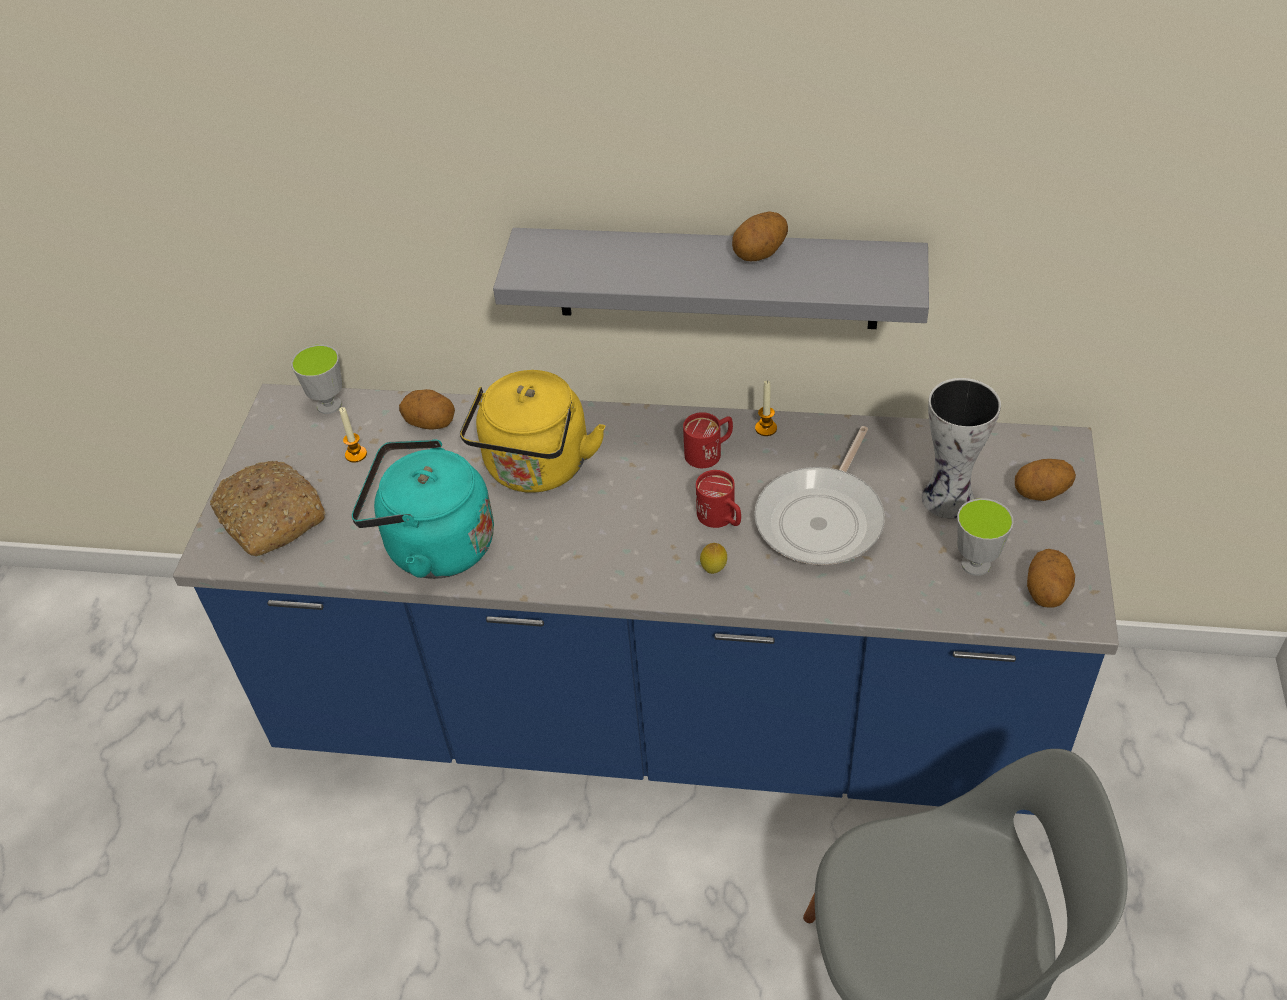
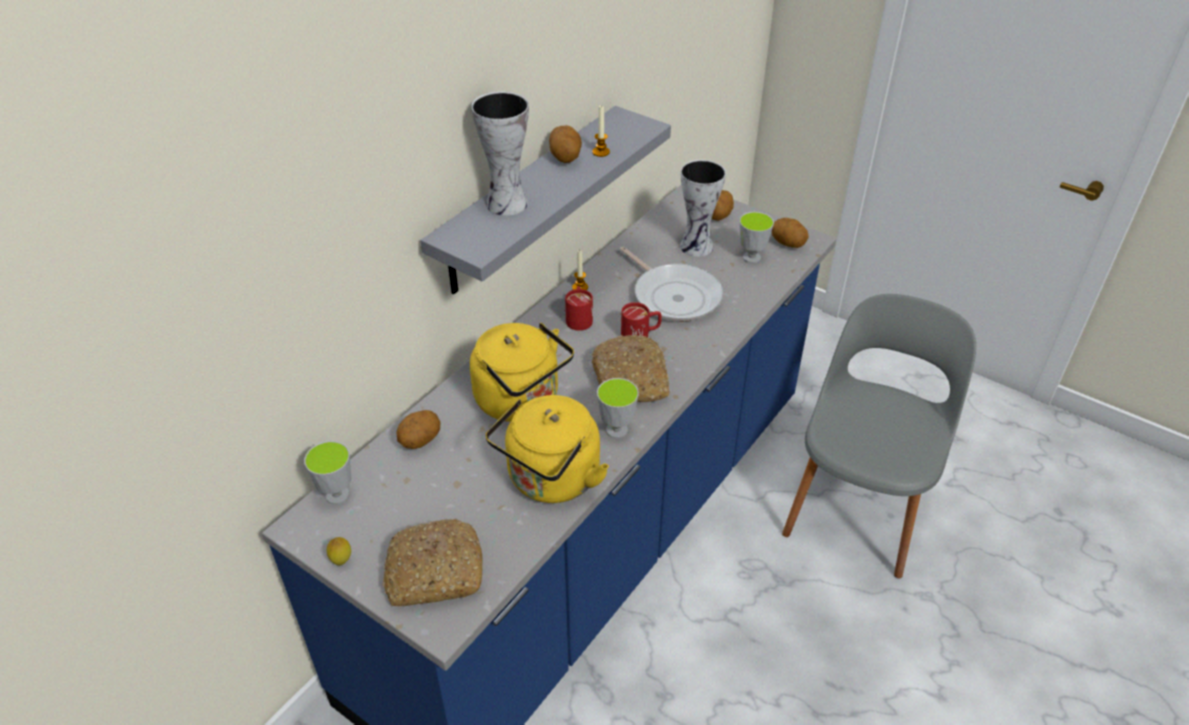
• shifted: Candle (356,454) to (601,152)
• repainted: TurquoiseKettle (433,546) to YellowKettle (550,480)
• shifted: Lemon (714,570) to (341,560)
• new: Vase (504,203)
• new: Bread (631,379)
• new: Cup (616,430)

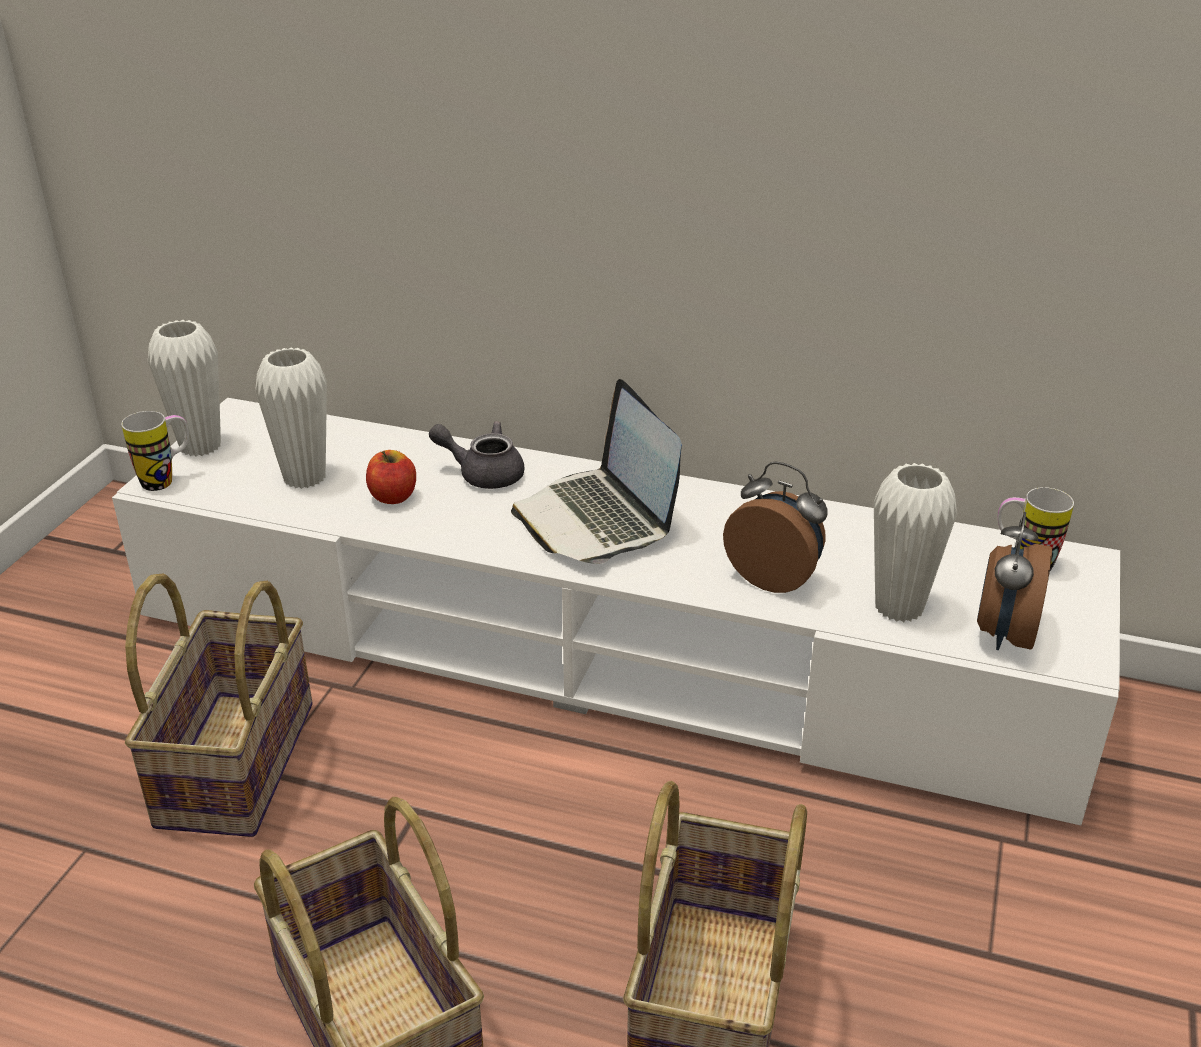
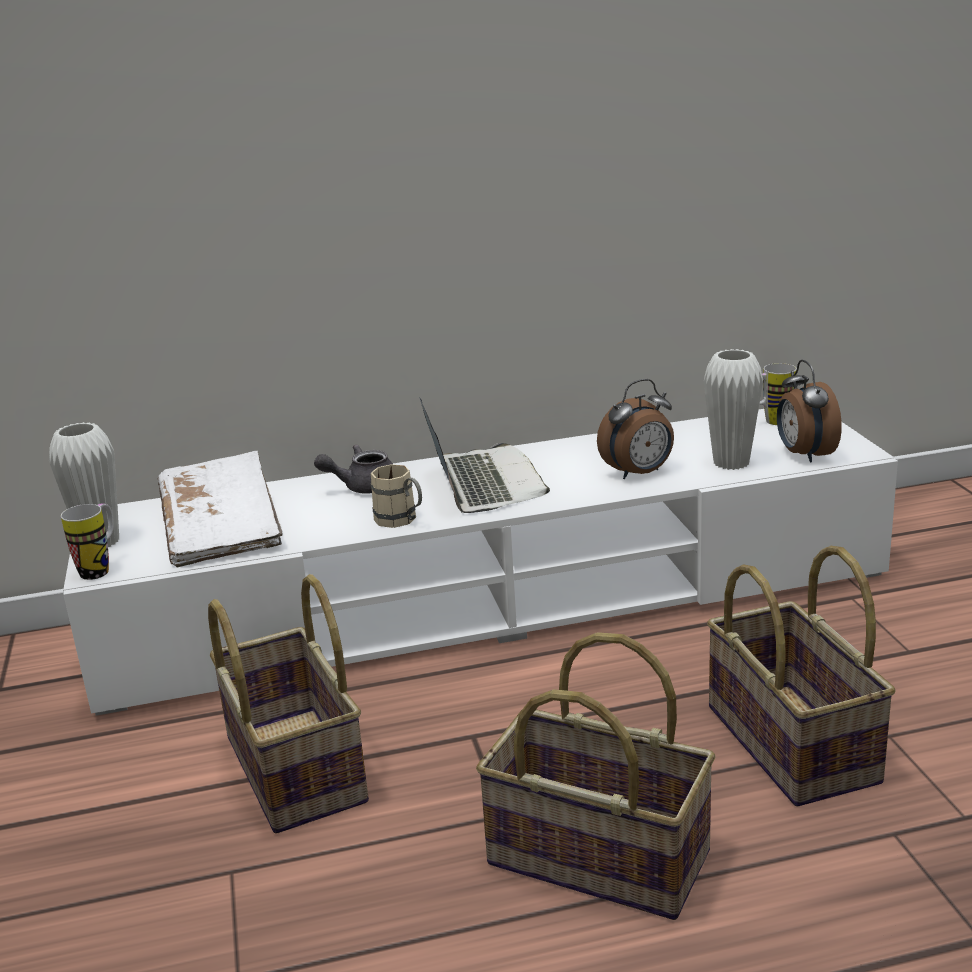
• swapped: WhiteVase (304,477) to WhiteBook (222,531)
• gone: Apple (393,497)
• rotated: Laptop (597,519) = (482,484) 135 degrees counterclockwise
• rotated: AlarmClock (775,577) = (639,473) 150 degrees clockwise
• new: BeigeMug (402,521)

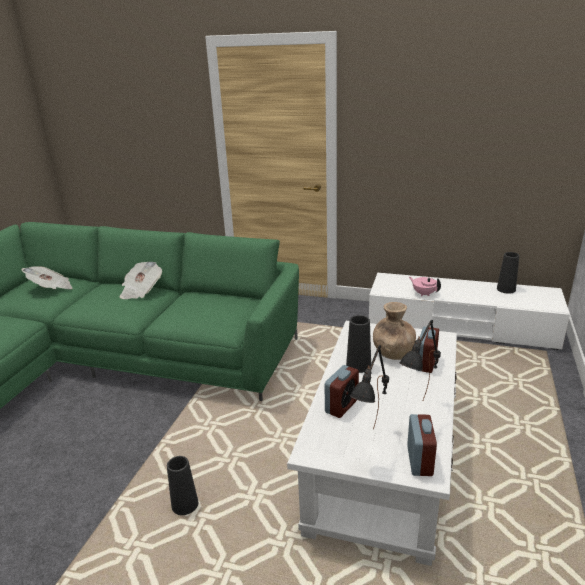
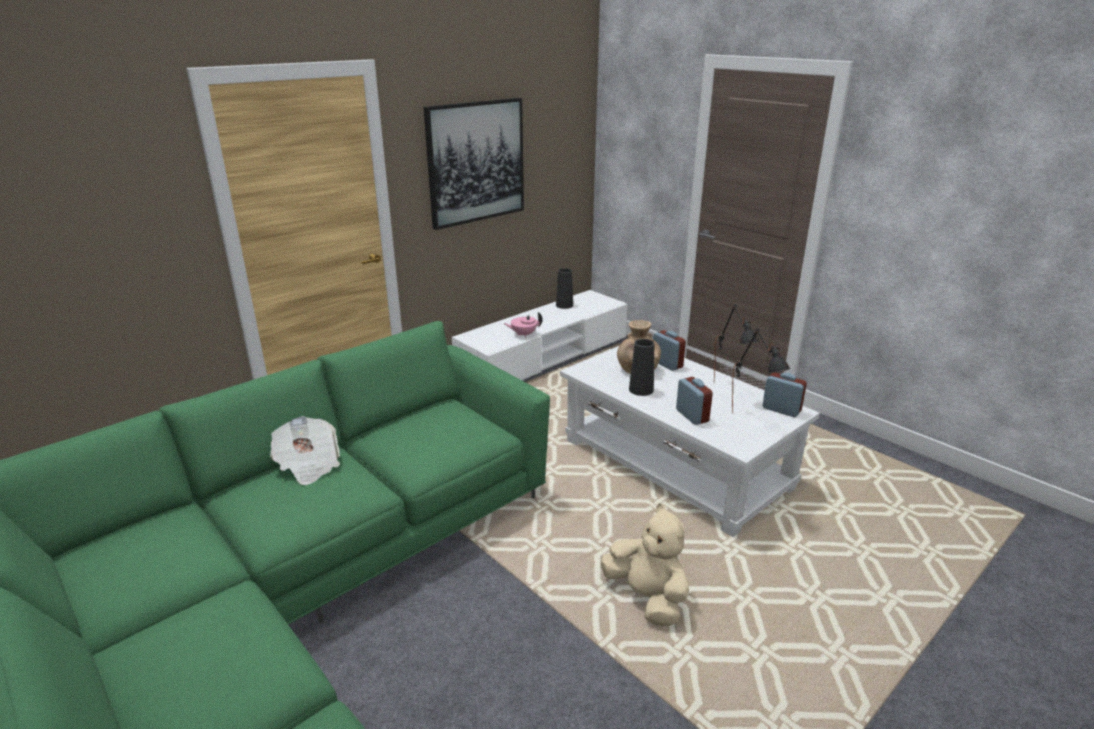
• gone: Newspaper (51,288)
• swapped: BlackVase (185,505) to BeigePlushToy (647,597)
• new: Picture (476,162)

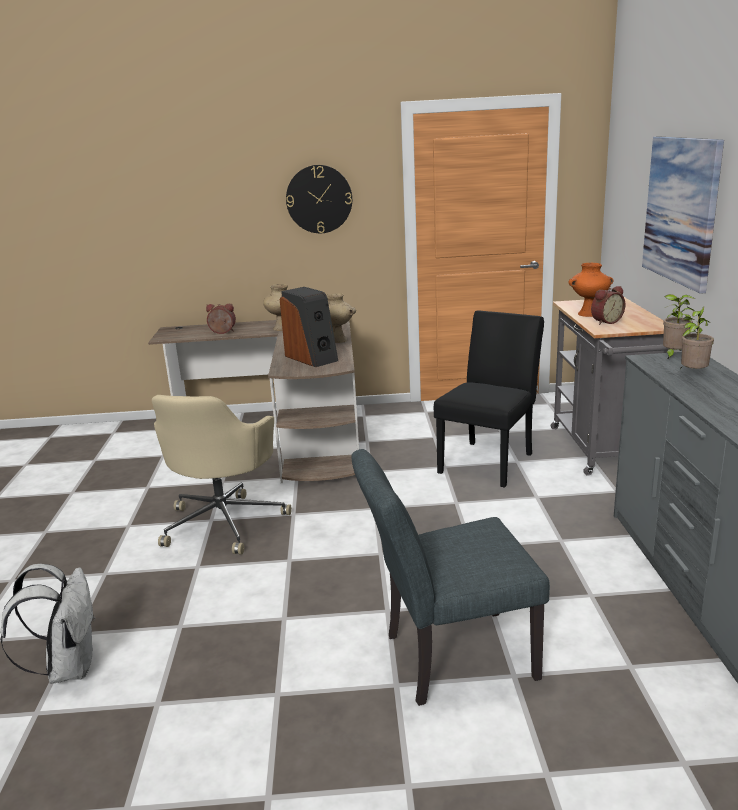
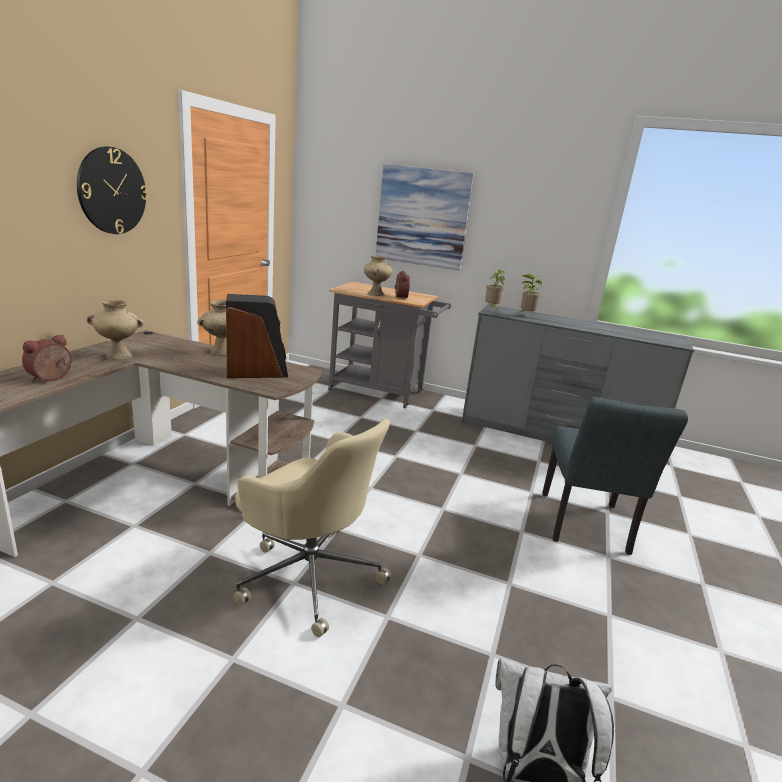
• gone: BlackChair (490,460)
• repainted: OrangeVase (589,314) to BeigeVase (375,294)

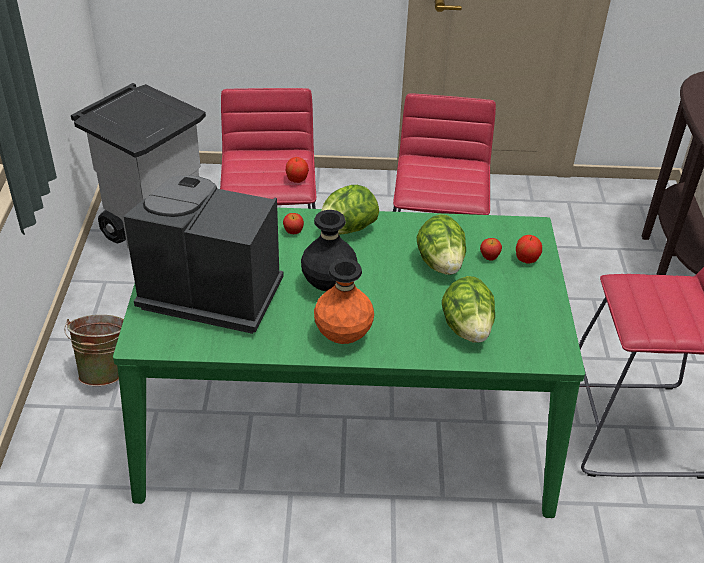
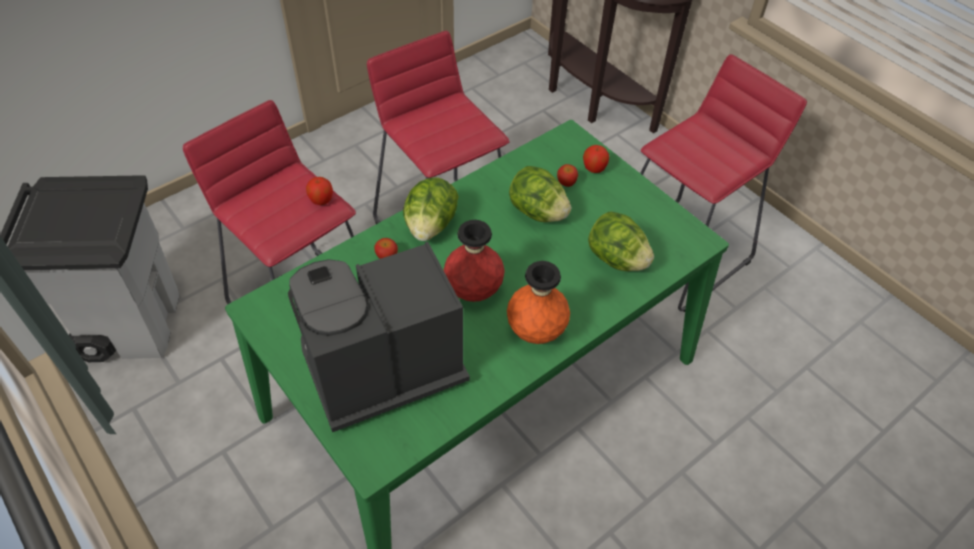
• gone: GreenBucket (105,371)
• repainted: BlackVase (329,285) to RedVase (473,291)

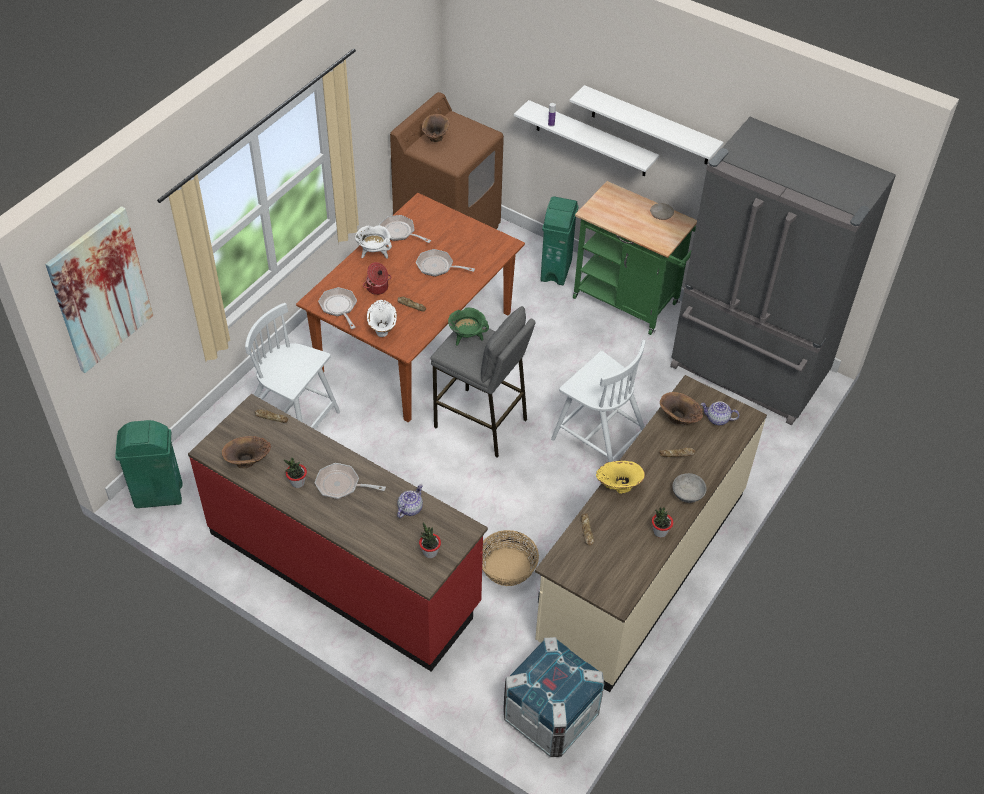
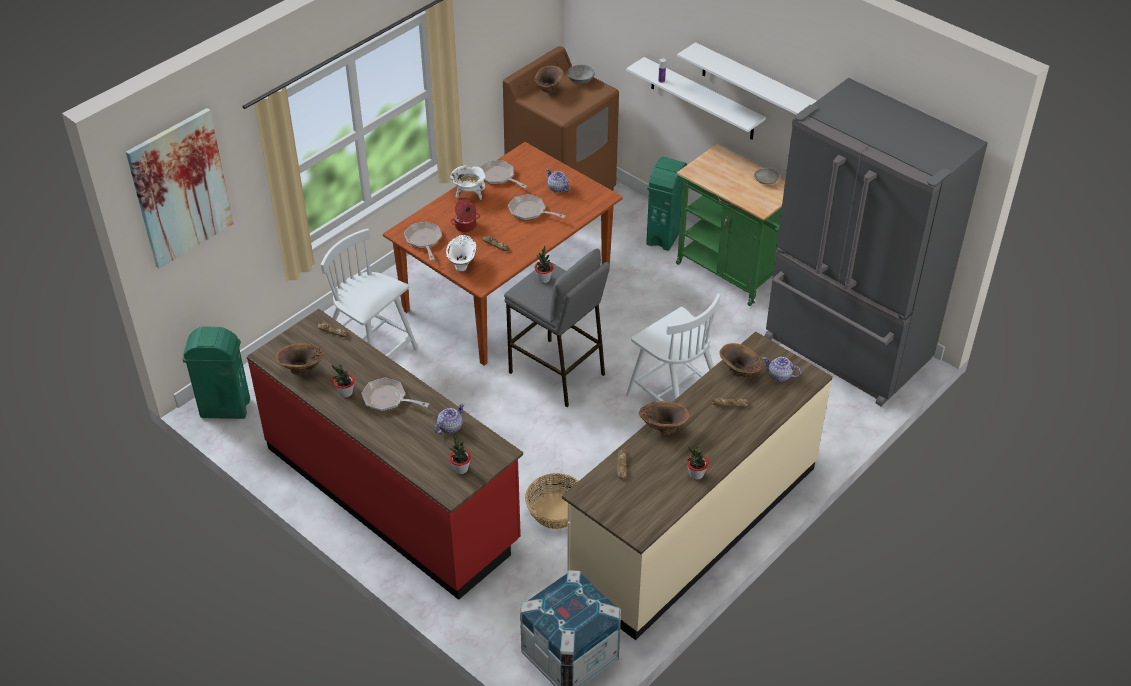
• swapped: GreenCookingPot (467,337) to PottedPlant (544,279)
• repainted: YellowVase (618,487) to BrownVase (662,428)
• shifted: GreyBowl (687,494) to (580,80)
• new: Teapot (557,188)

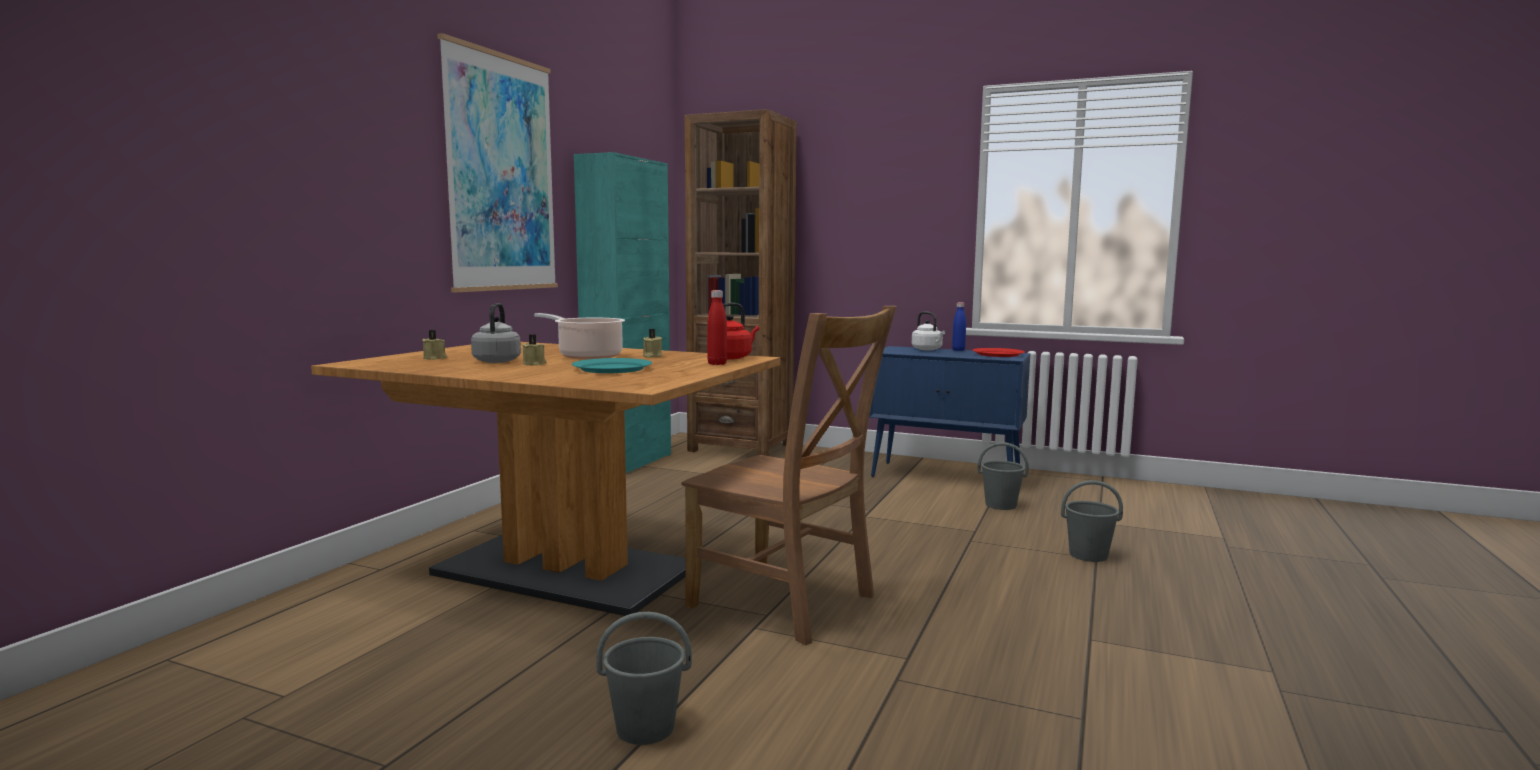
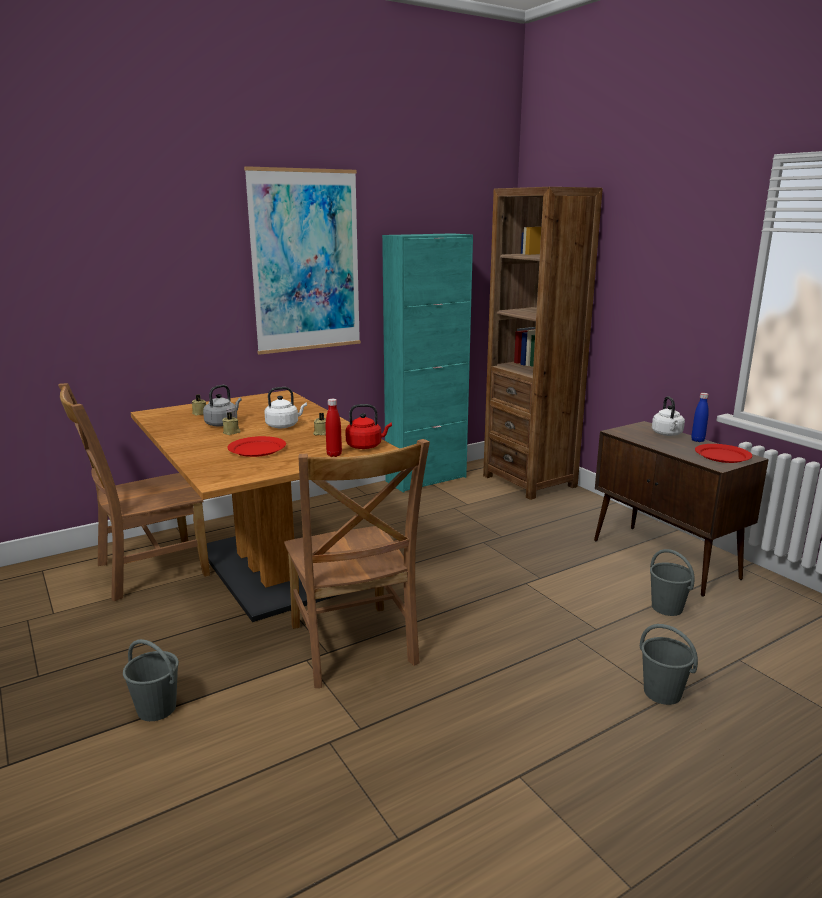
• swapped: CookingPot (587,356) to WhiteKettle (284,426)
• repainted: TurquoisePlate (612,368) to RedPlate (257,449)
• repainted: BlueCabinet (947,477) to BrownCabinet (665,559)
• new: BrownChair (147,571)

